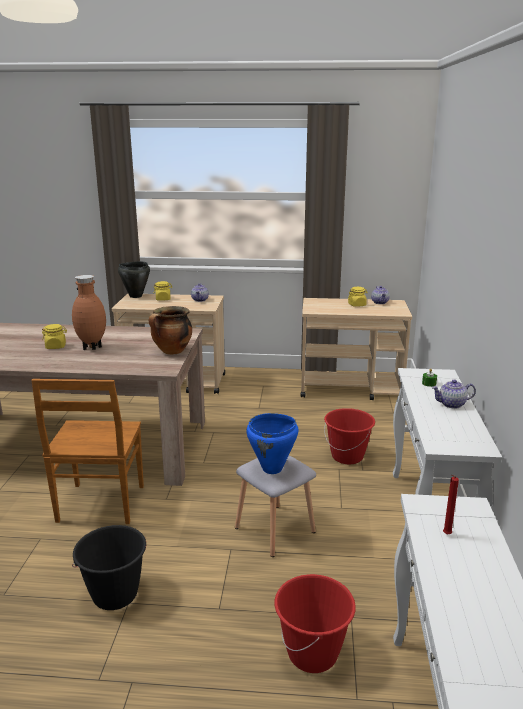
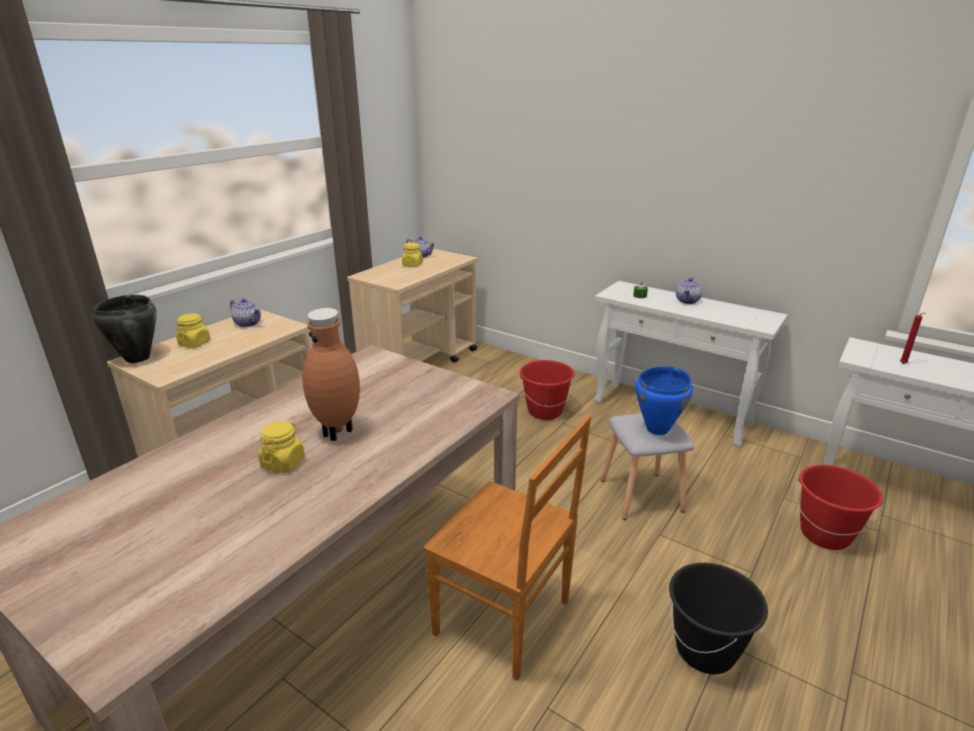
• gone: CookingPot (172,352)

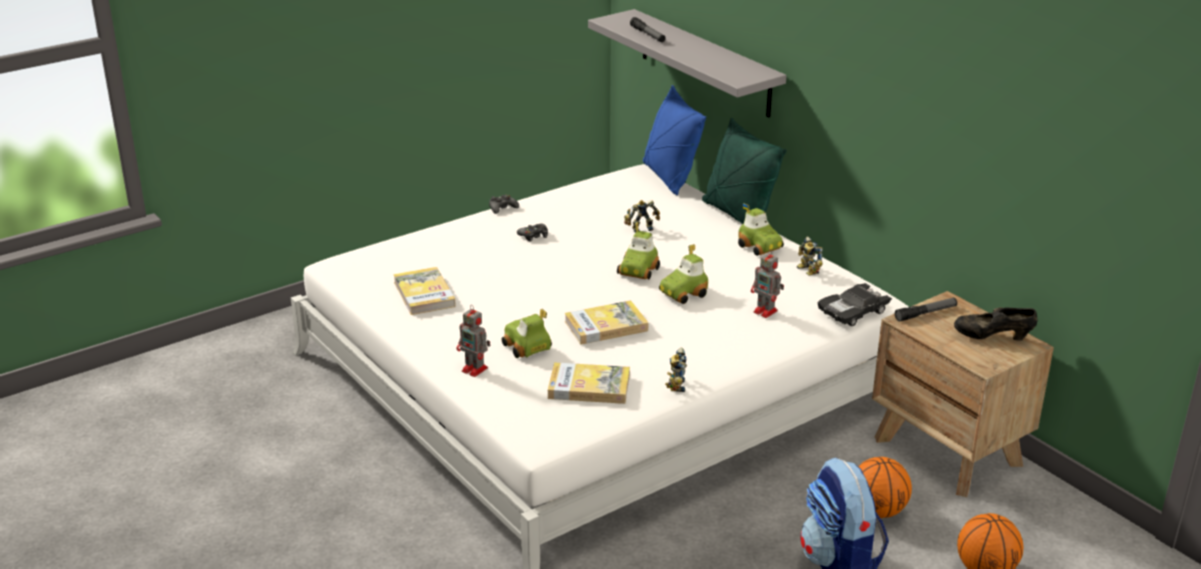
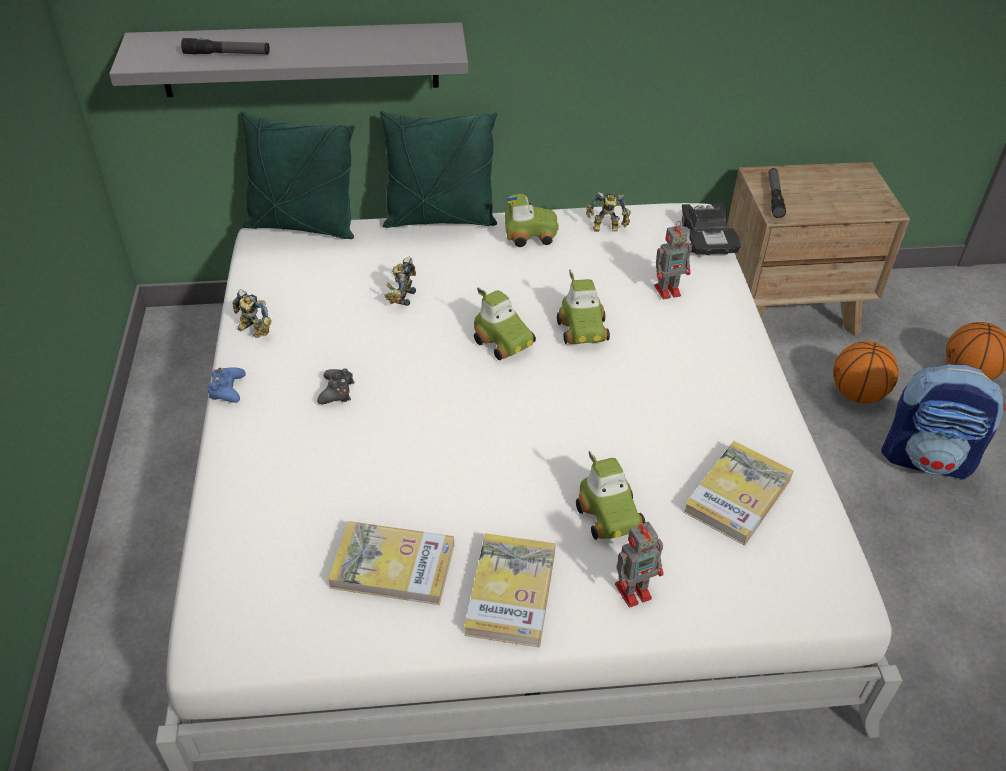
• repainted: BlackGameController (502,208) to BlueGameController (227,389)
• rotated: ToyCar (526,347) = (610,516) 105 degrees counterclockwise
• shifted: Book (606,326) to (511,592)
• repainted: BluePillow (669,177) to GreenPillow (303,226)
• shifted: ToyRobot (675,385) to (252,331)
• gone: BlackShoe (992,337)

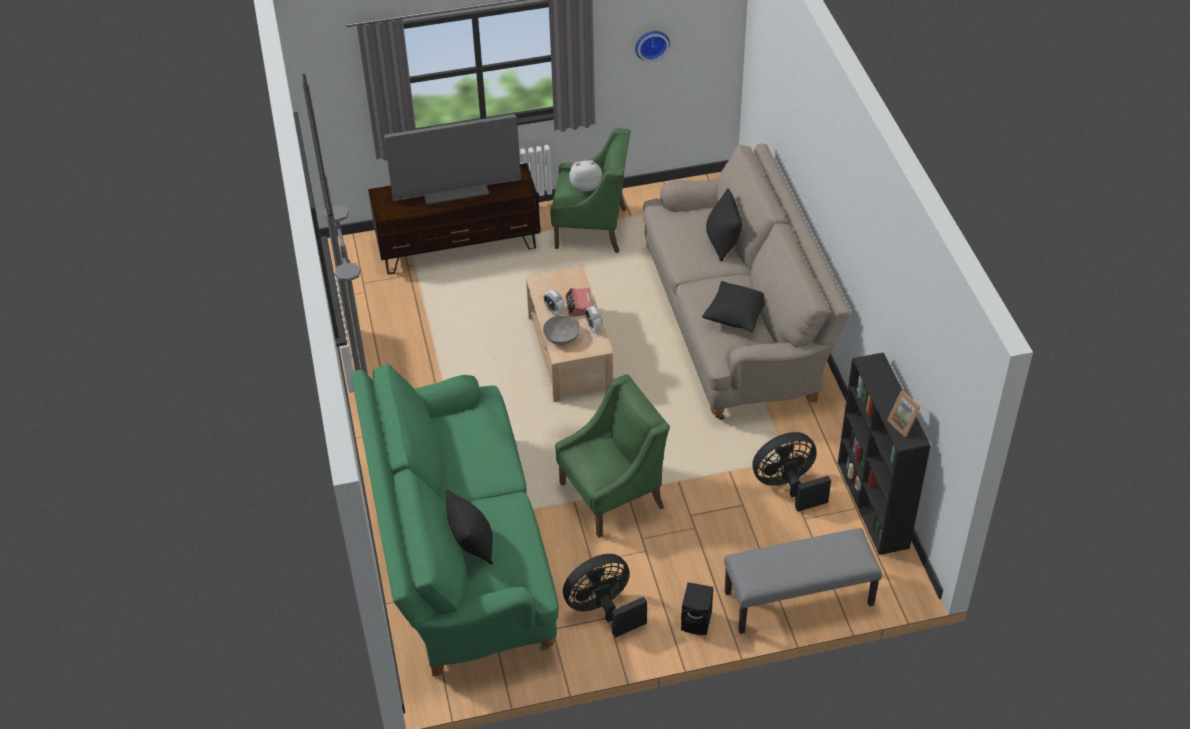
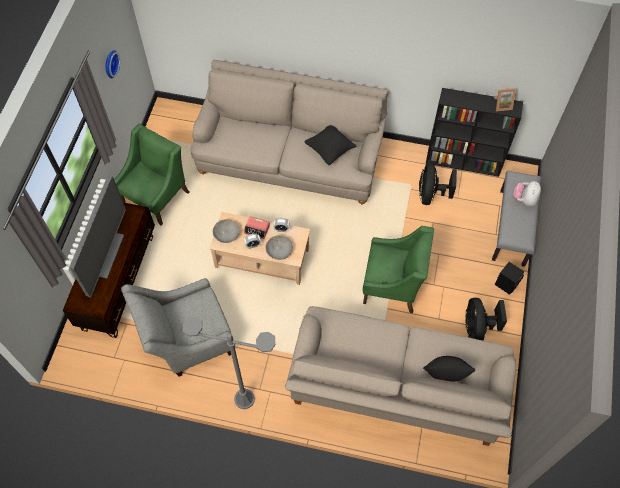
• repainted: GreenSofa (459,551) to BeigeSofa (395,391)
• rotated: GreenArmchair (613,495) = (392,285) 105 degrees clockwise
• shifted: PlushToy (585,186) to (524,200)
• gone: BlackPillow (722,243)
• new: GreyArmchair (187,340)
• new: GreyBowl (226,234)

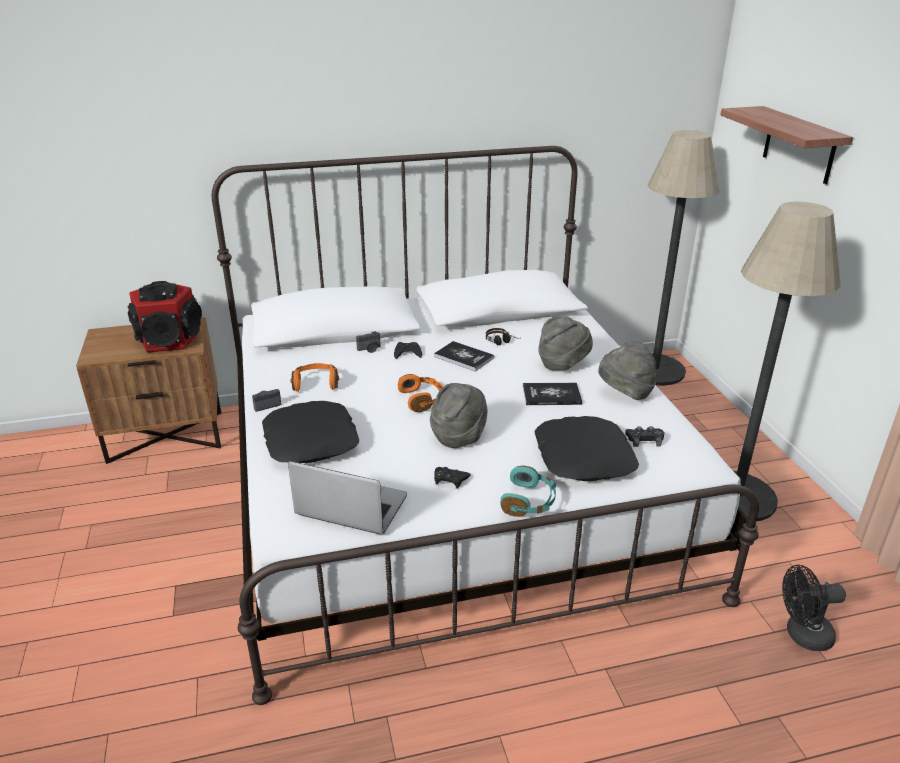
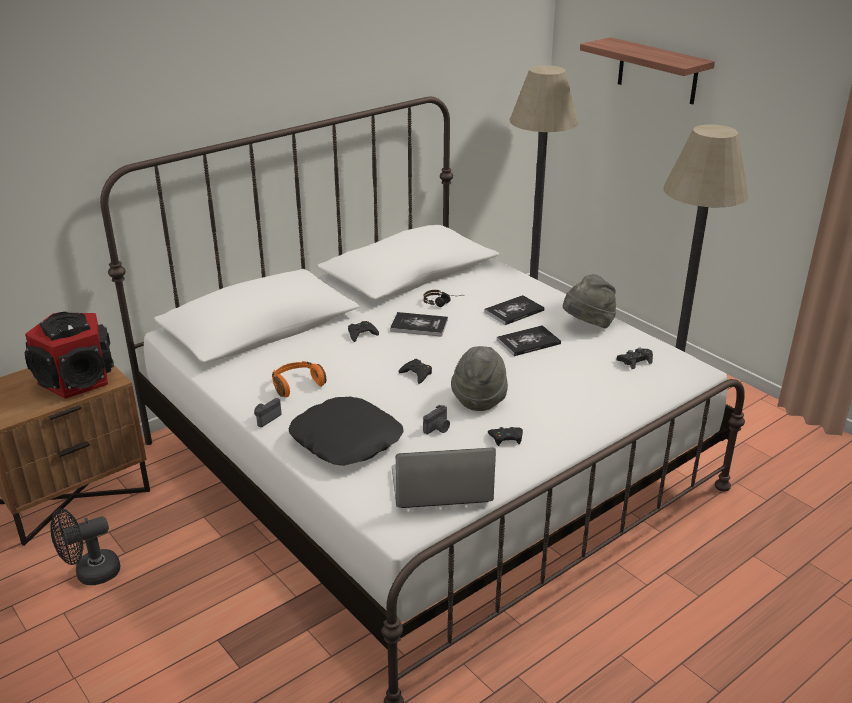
• shifted: PhotoCamera (369,349) to (438,428)
• swapped: OrangeHeadphones (422,399) to BlackGameController (416,374)
• gone: TurquoiseHeadphones (529,502)
• gone: BlackPillow (584,458)
• swapped: GreyHat (563,364) to Book (514,311)
• shifted: BlackFan (802,635) to (90,574)

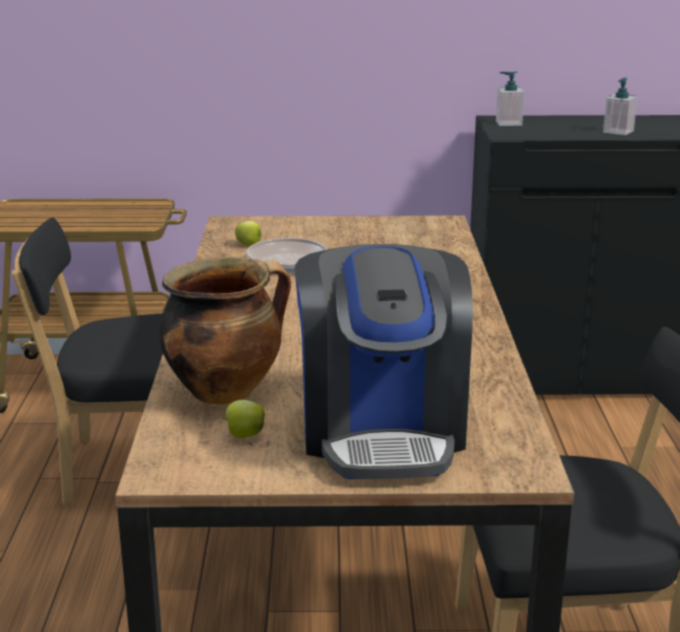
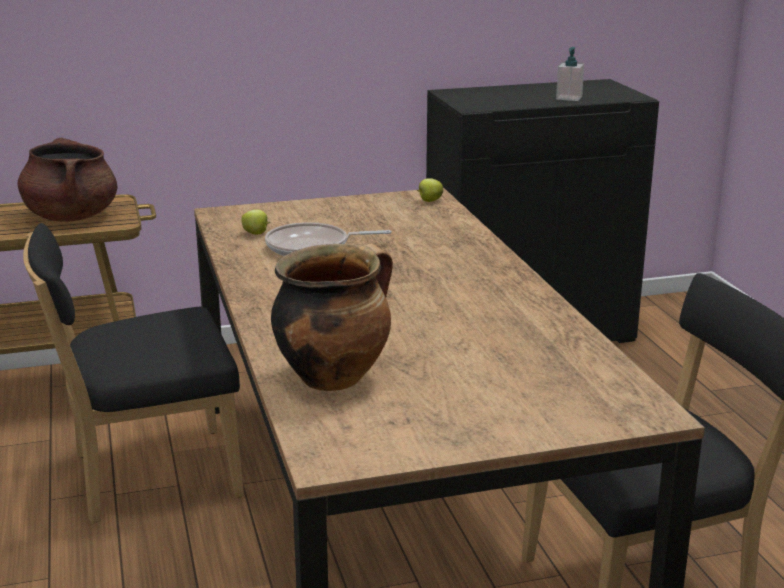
• shifted: Apple (244,435) to (429,201)
• gone: CoffeeMachine (382,431)
• gone: SoapDispenser (508,123)
• new: BrownCookingPot (71,216)

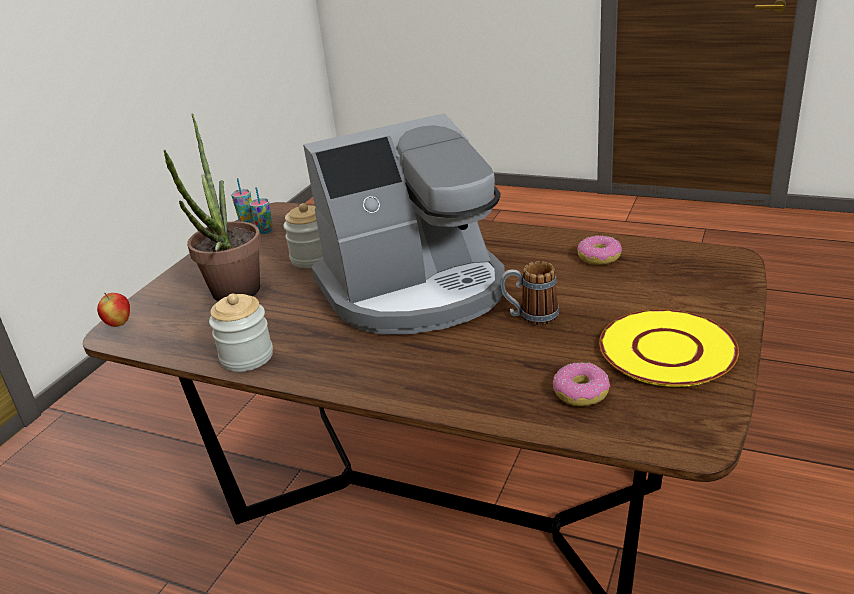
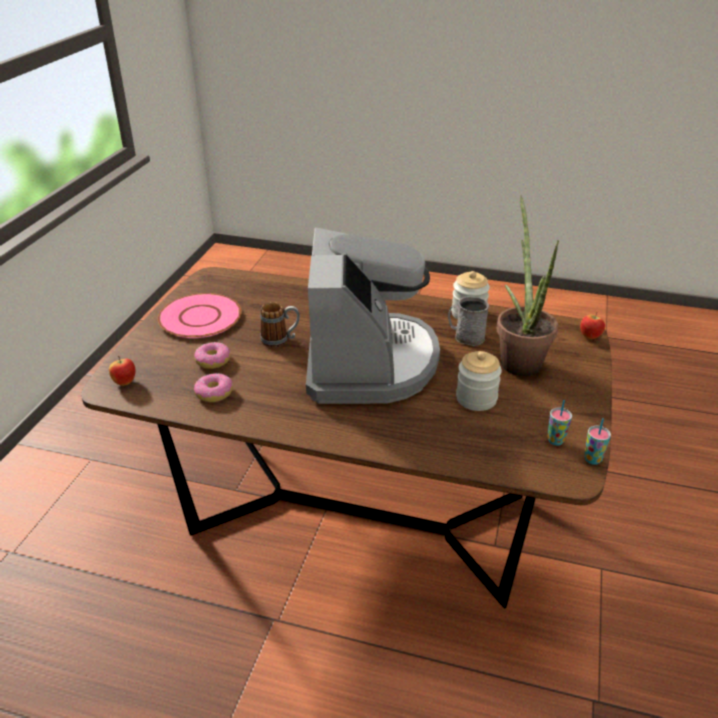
• rotated: CoffeeMachine (415,290) = (369,363) 120 degrees clockwise
• shifted: Donut (580,392) to (213,361)
• repainted: YellowPlate (666,350) to PinkPlate (200,317)
• new: Apple (125,382)
• new: GreyMug (465,336)

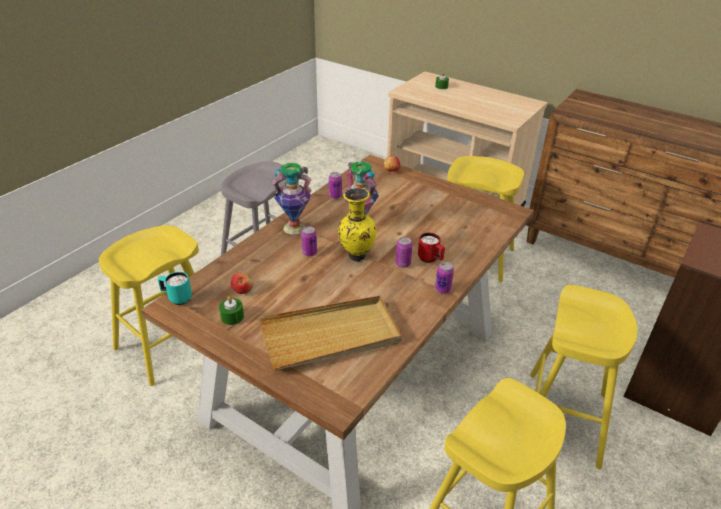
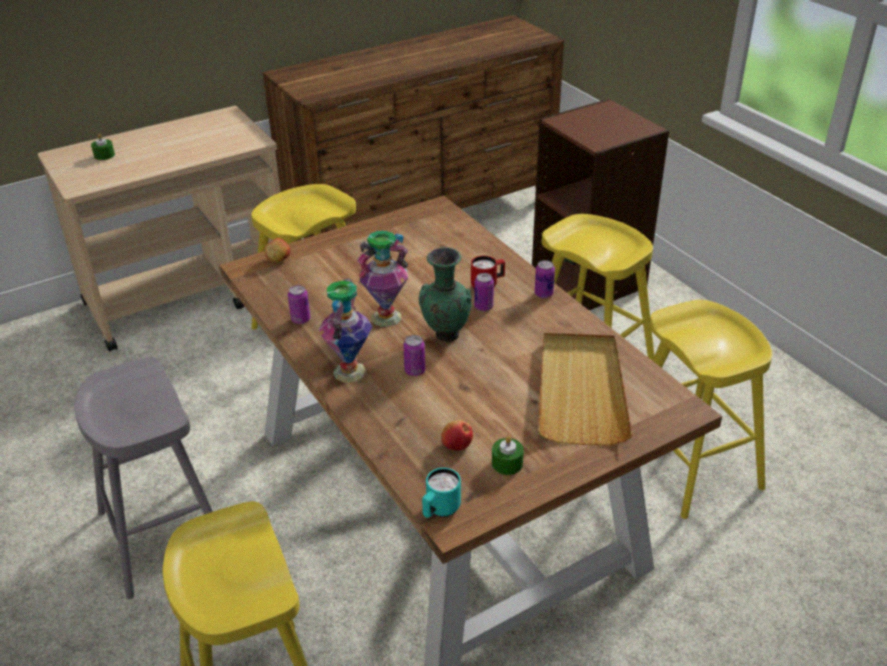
• repainted: YellowVase (356,255) to GreenVase (445,336)

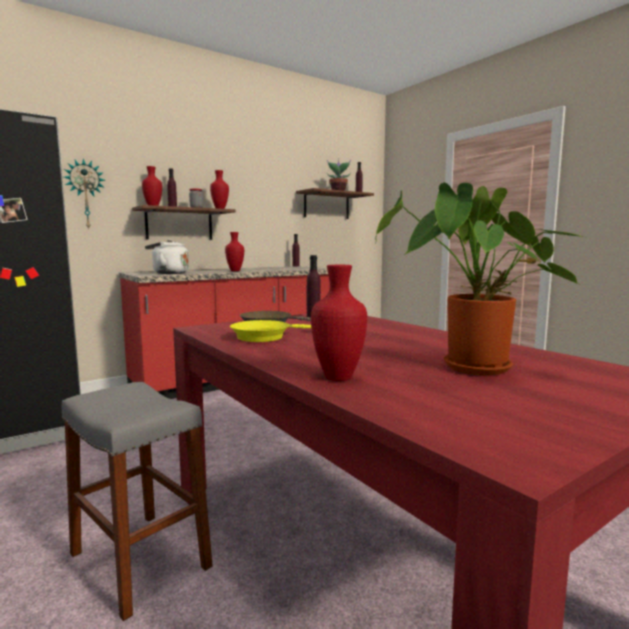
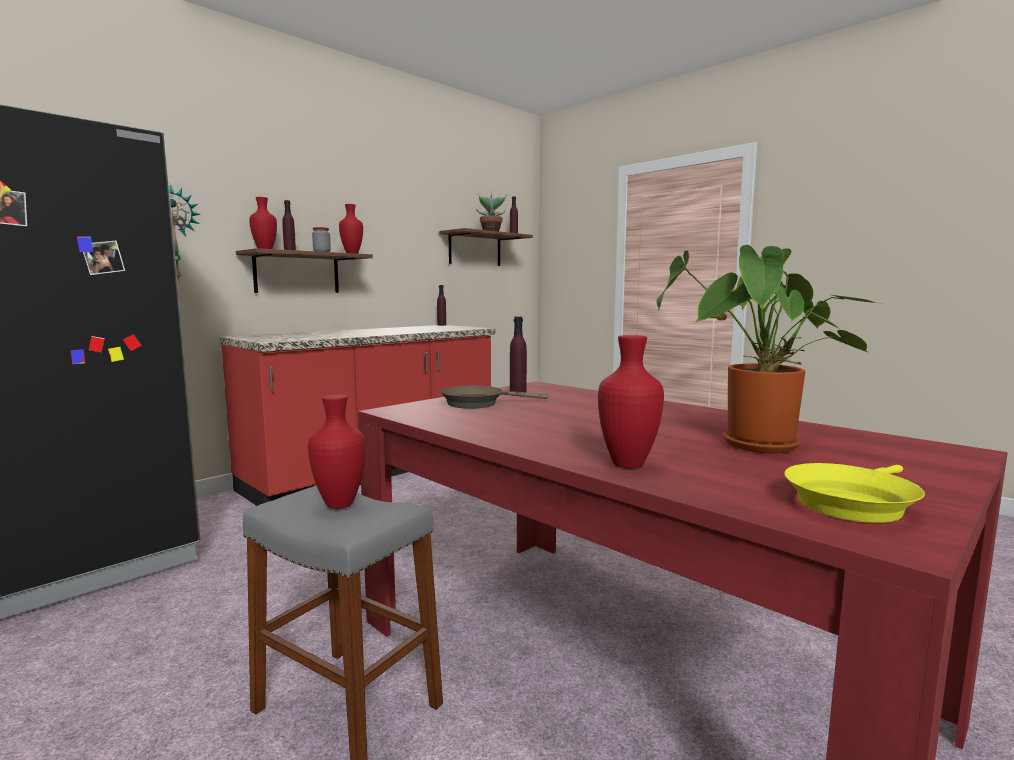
• gone: WhiteKettle (168,273)
• shifted: RedVase (235,271) to (341,505)
• shifted: YellowFryingPan (265,337) to (851,502)

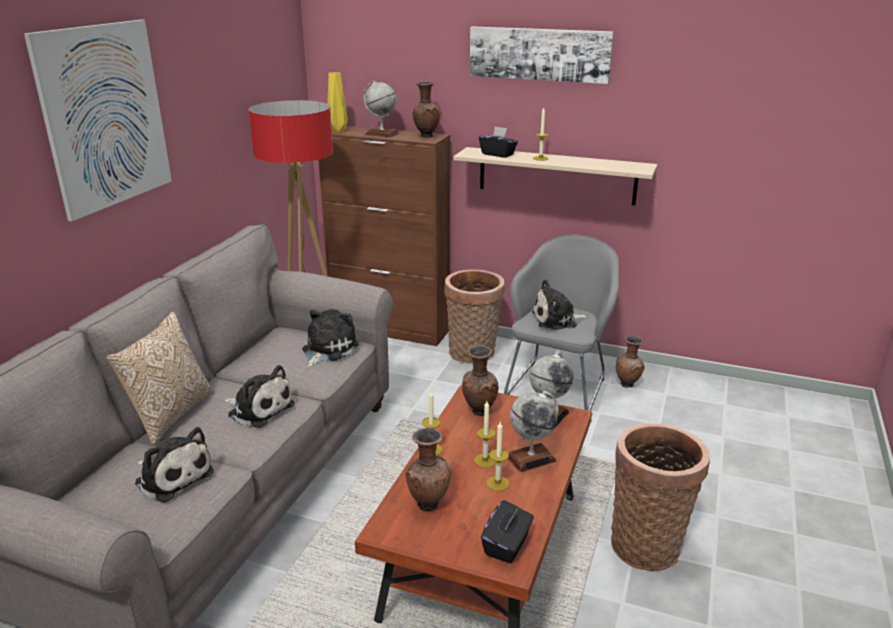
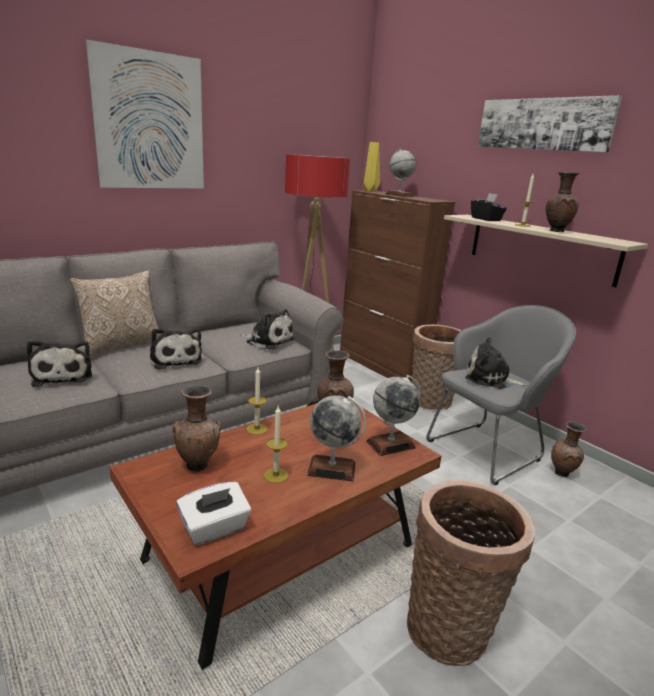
• rotated: PlushToy (327,349) = (268,341) 60 degrees clockwise
• shifted: BrownVase (425,136) to (555,231)
• gone: Candle (485,460)
• repainted: BlackTissueBox (507,545) to WhiteTissueBox (215,528)

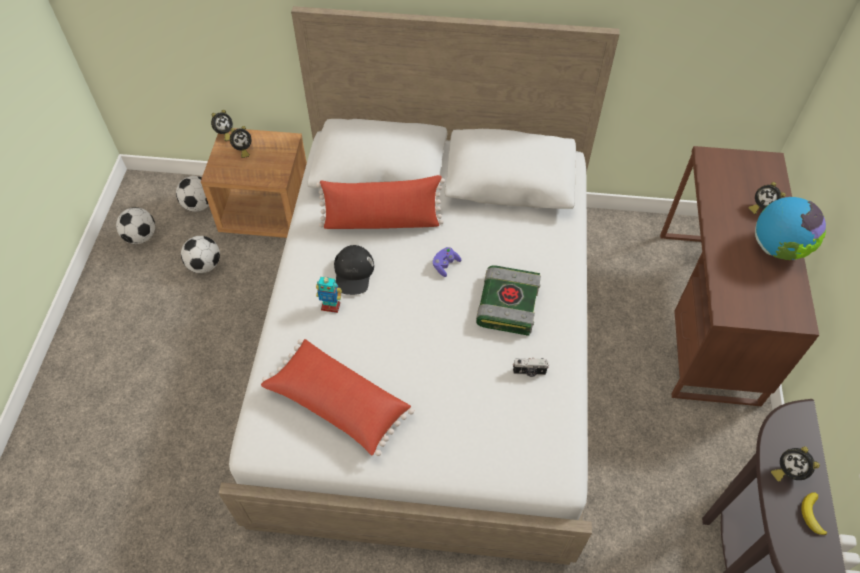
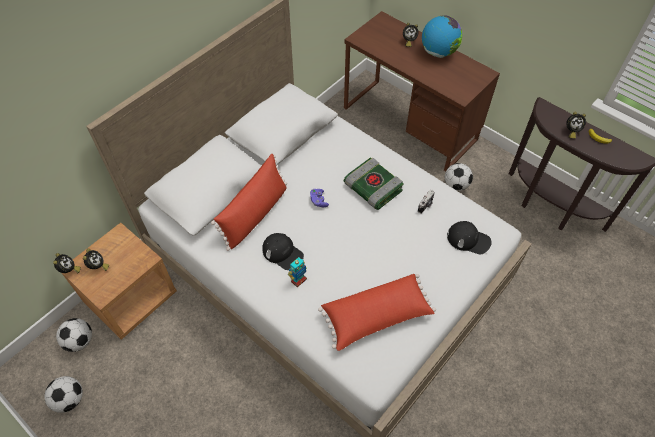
• shifted: Football (205,265) to (456,185)
• new: BlackCap (468,239)

